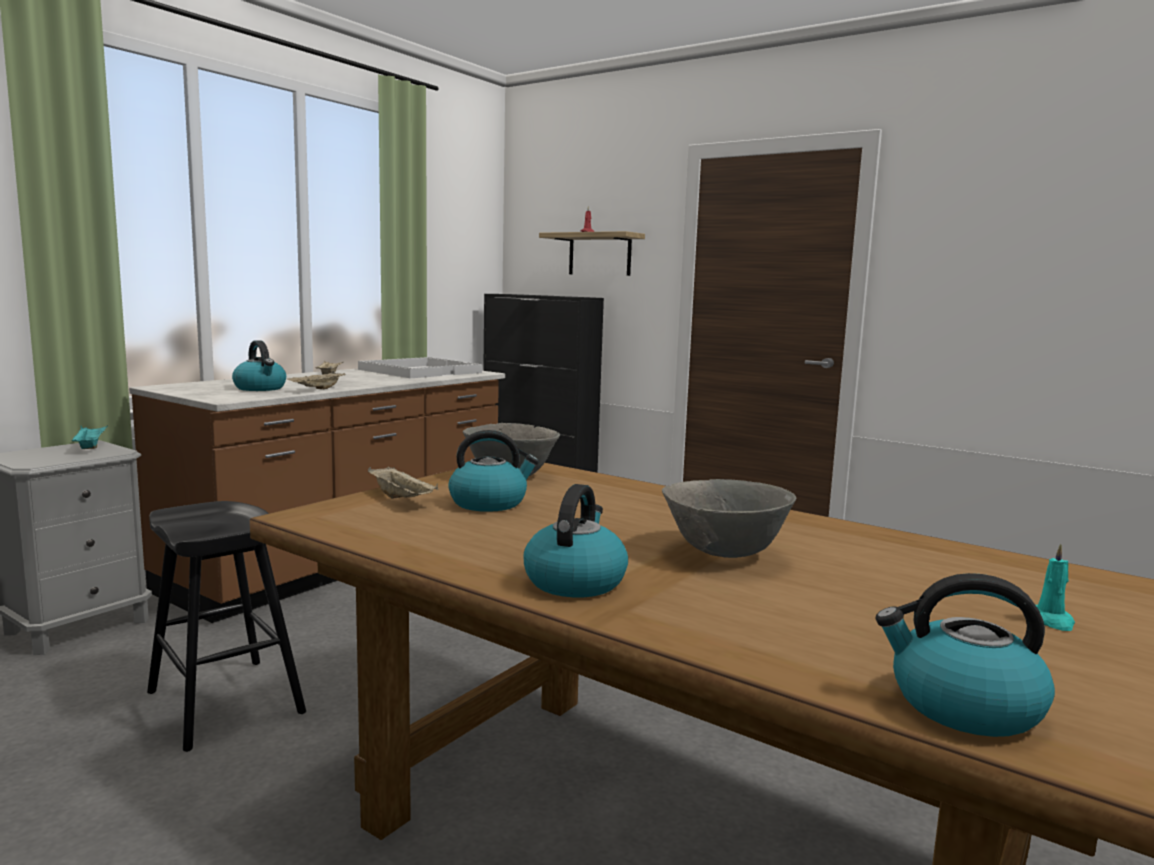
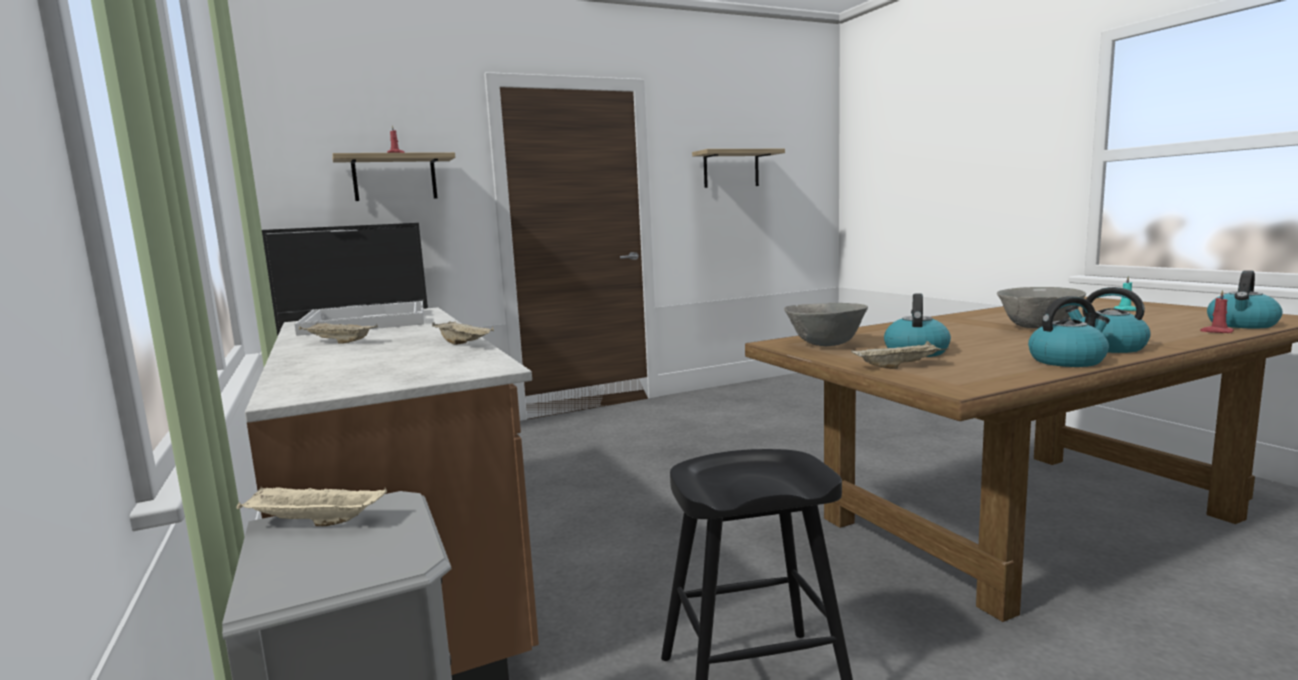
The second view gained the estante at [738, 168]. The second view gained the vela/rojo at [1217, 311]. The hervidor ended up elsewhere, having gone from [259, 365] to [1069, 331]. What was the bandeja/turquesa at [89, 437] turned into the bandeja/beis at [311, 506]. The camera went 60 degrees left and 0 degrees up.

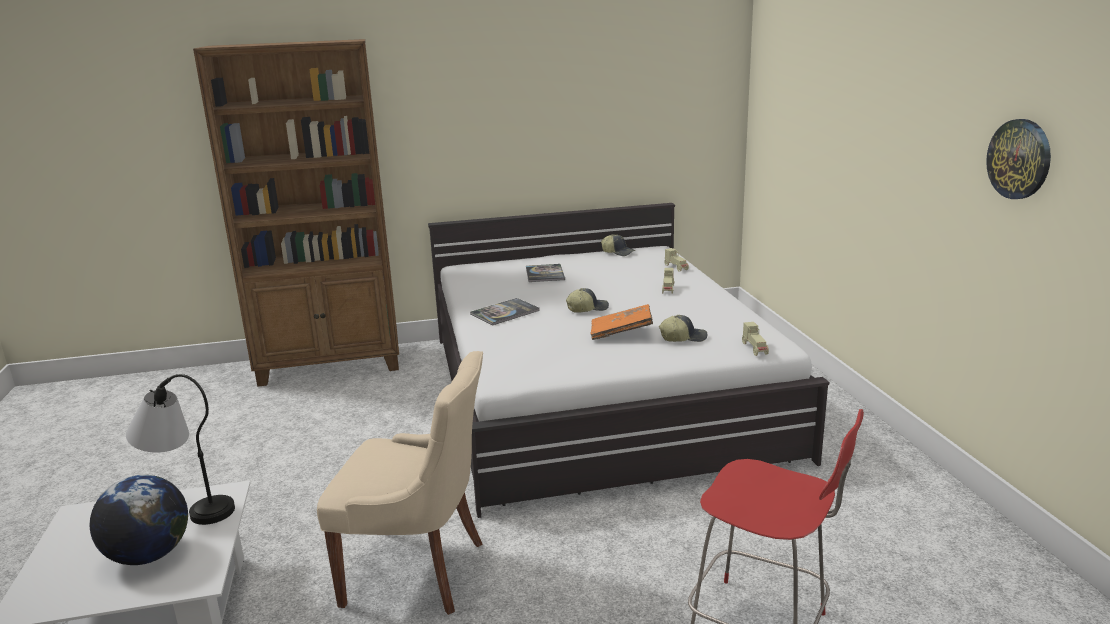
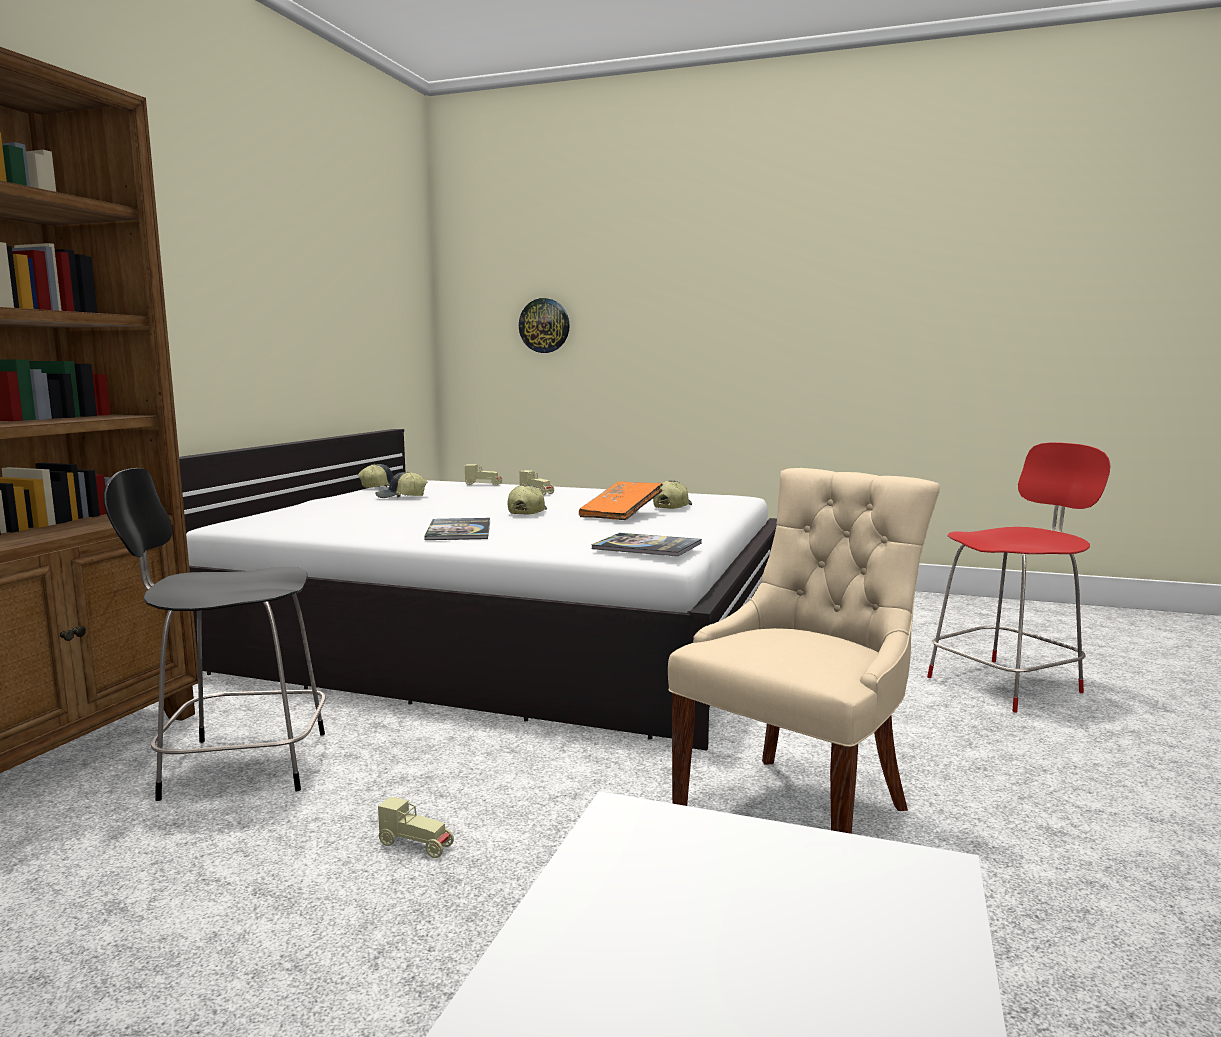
The second view lost the globo terráqueo at [139, 520]. The second view lost the lámpara de mesa at [180, 449]. The second view gained the silla/negro at [214, 634]. The second view gained the gorra at [401, 484]. The libro ended up elsewhere, having gone from [545, 273] to [647, 545]. The coche de juguete/beis ended up elsewhere, having gone from [755, 339] to [416, 827]. The reloj de pared ended up elsewhere, having gone from [1018, 159] to [544, 325]. The camera went 60 degrees left and 10 degrees down.

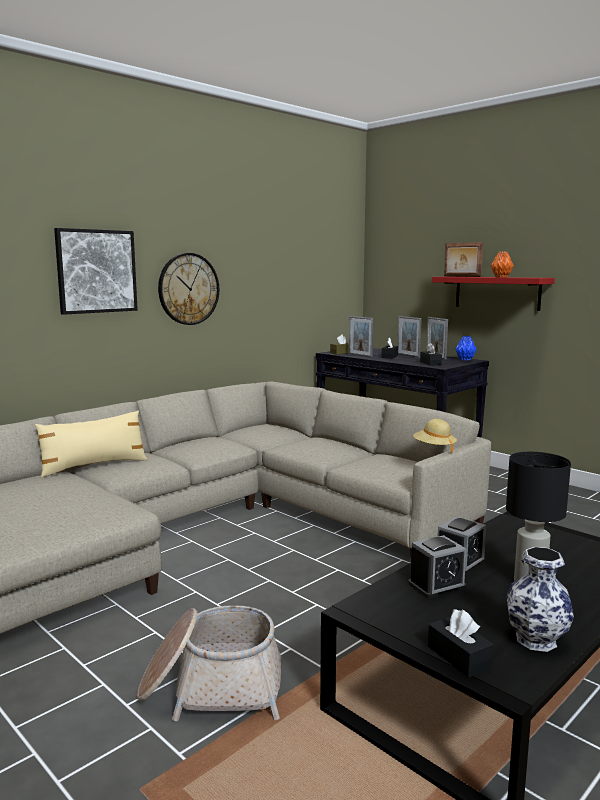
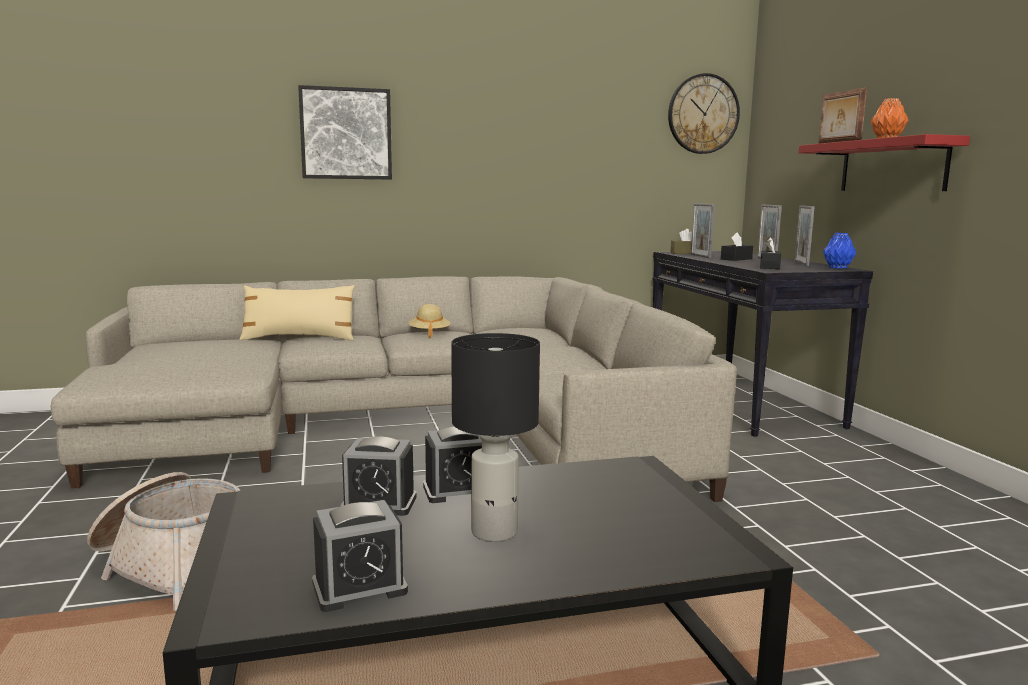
The second view lost the caja de pañuelos/negro at [461, 643]. The reloj de pared ended up elsewhere, having gone from [188, 289] to [704, 113]. The sombrero/beis ended up elsewhere, having gone from [435, 436] to [429, 321]. Where the florero stood at [540, 599], the despertador came to stand at [360, 556]. The camera went 30 degrees right and 0 degrees up.

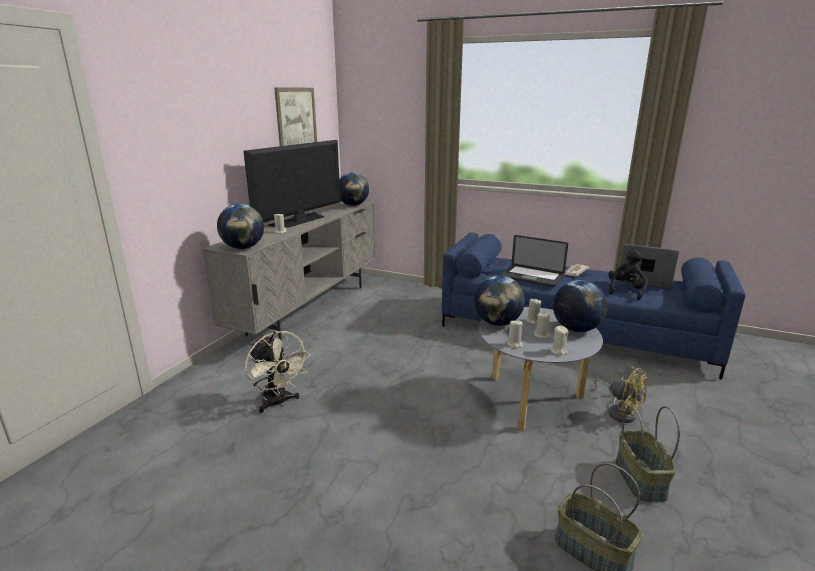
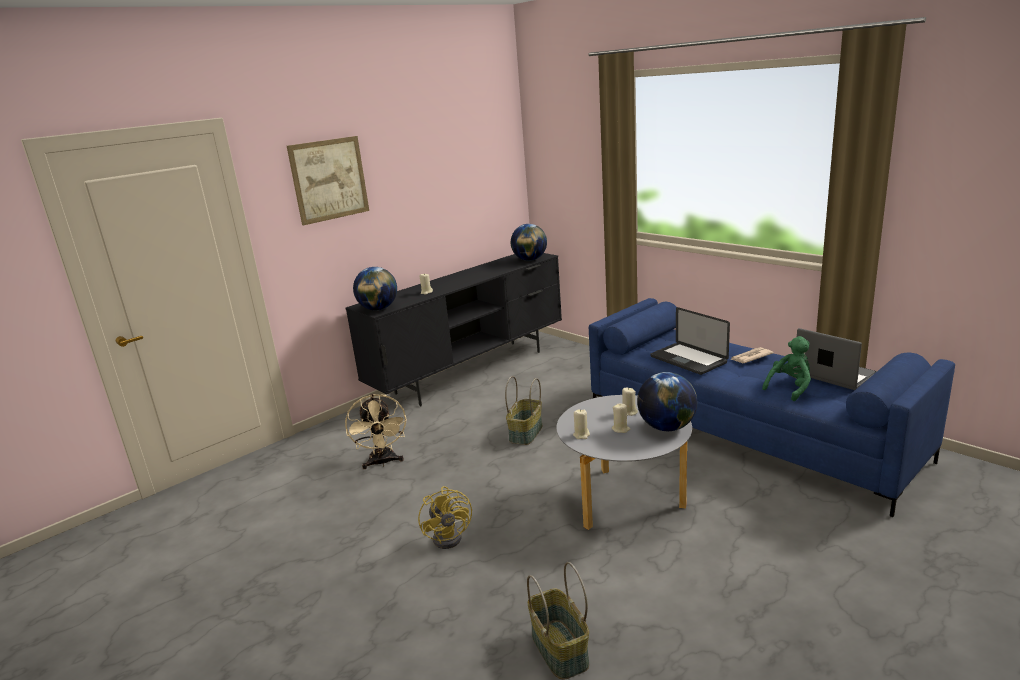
The second view lost the televisor at [292, 183]. The second view lost the globo terráqueo at [499, 300]. The second view lost the vela/beis at [559, 340]. The cuadro ended up elsewhere, having gone from [295, 116] to [328, 180]. The ventilador/amarillo ended up elsewhere, having gone from [621, 394] to [445, 517]. The cesta ended up elsewhere, having gone from [648, 454] to [523, 410]. What was the mueble de televisión/beis at [289, 270] turned into the mueble de televisión/negro at [454, 329]. What was the peluche/negro at [628, 274] turned into the peluche/verde at [786, 368]. The camera went 25 degrees right and 0 degrees up.

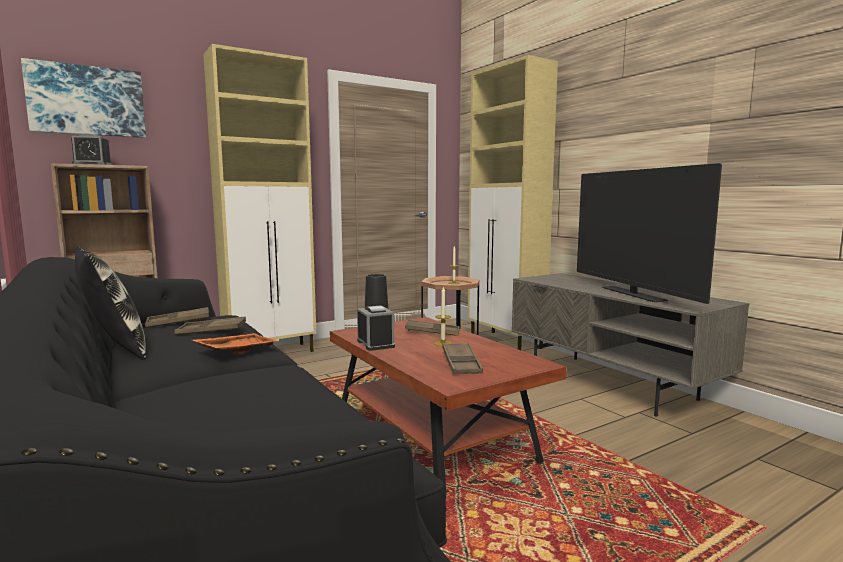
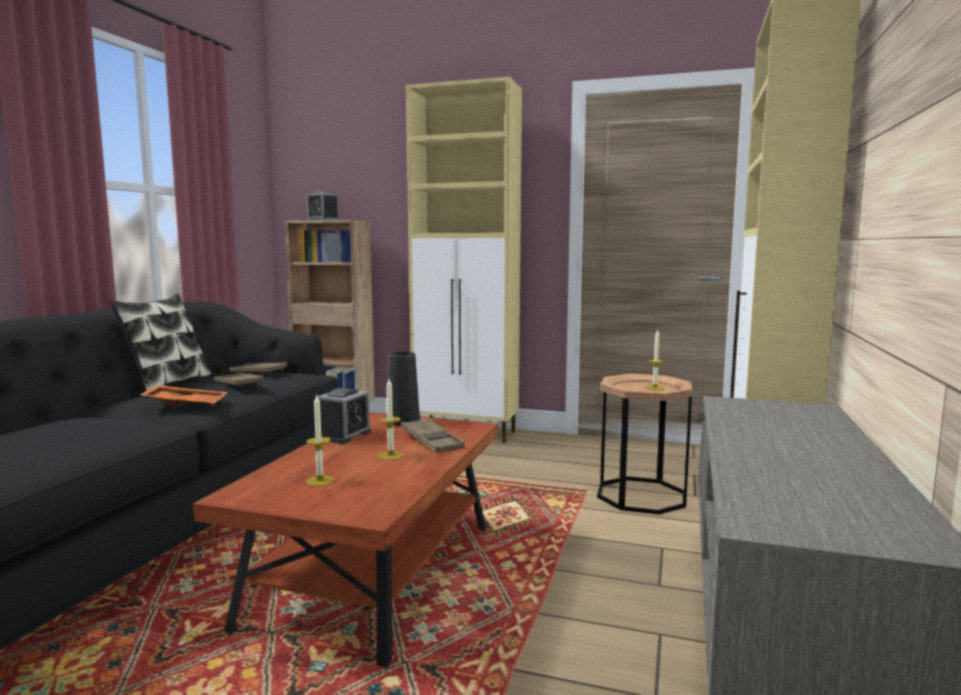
The second view lost the cuadro at [83, 98]. The second view lost the televisor at [649, 233]. Where the bandeja/marrón stood at [462, 358], the vela came to stand at [320, 440]. The camera went 50 degrees right and 0 degrees up.

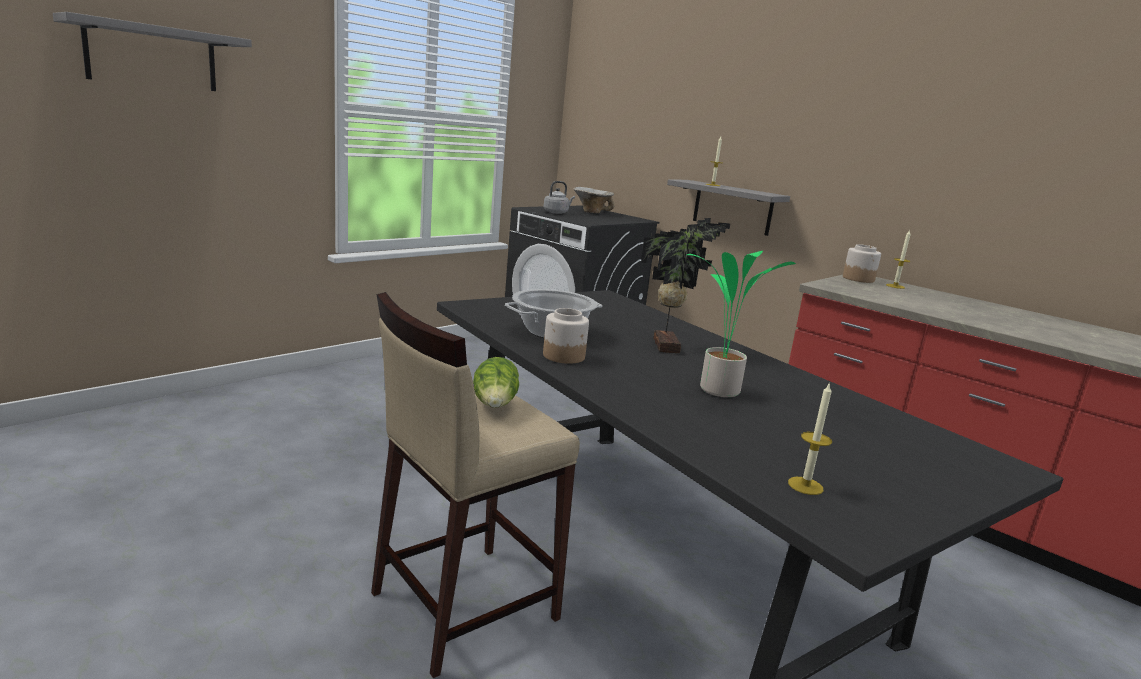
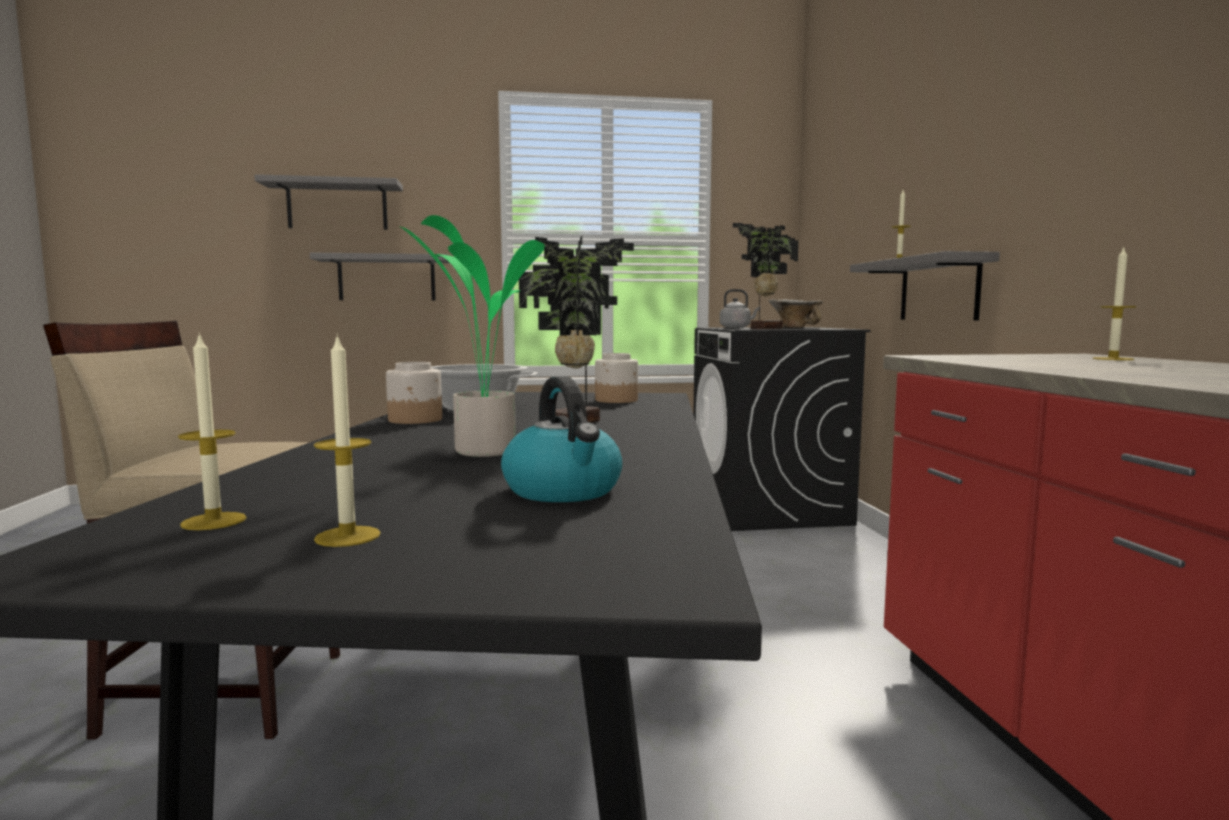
The second view lost the lechuga at [496, 382]. The second view gained the estante/gris at [380, 276]. The second view gained the vela at [347, 440]. The second view gained the hervidor at [561, 439]. The second view gained the planta en maceta at [766, 276]. The tarro ended up elsewhere, having gone from [862, 263] to [616, 378]. The camera went 40 degrees right and 10 degrees down.

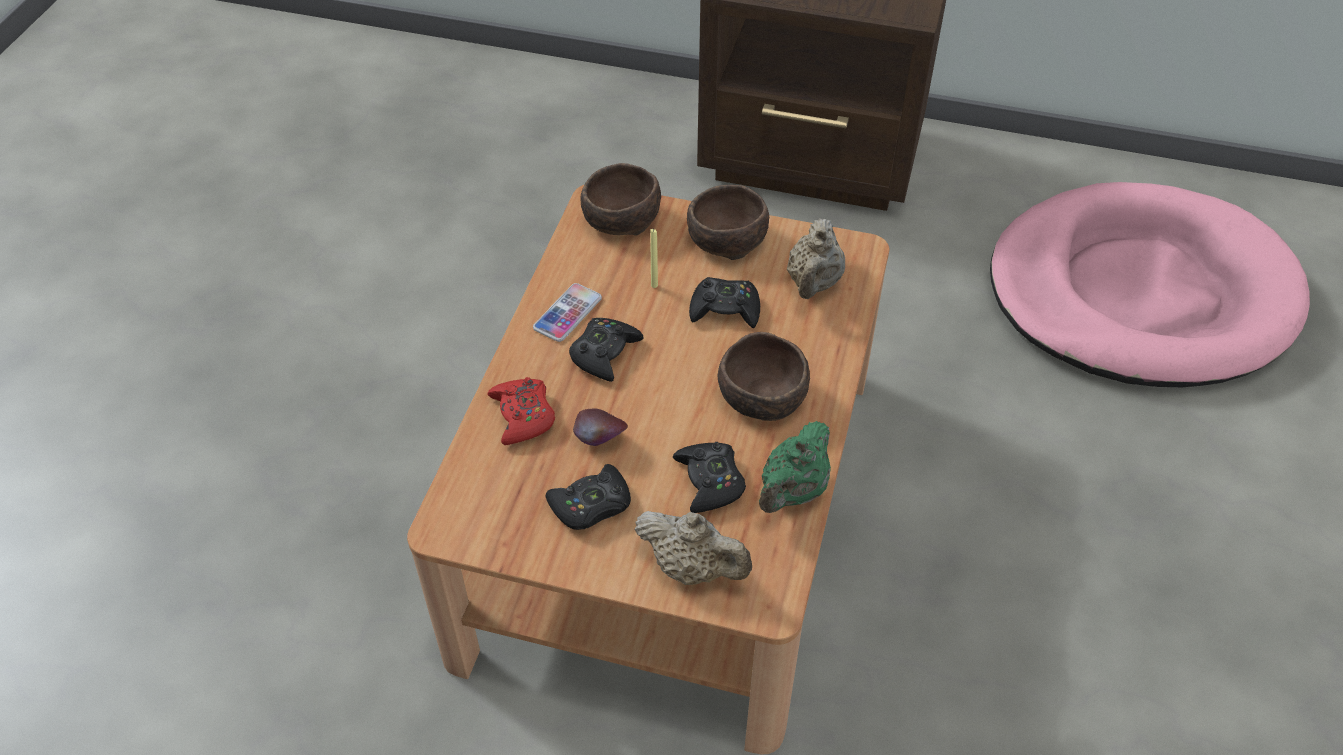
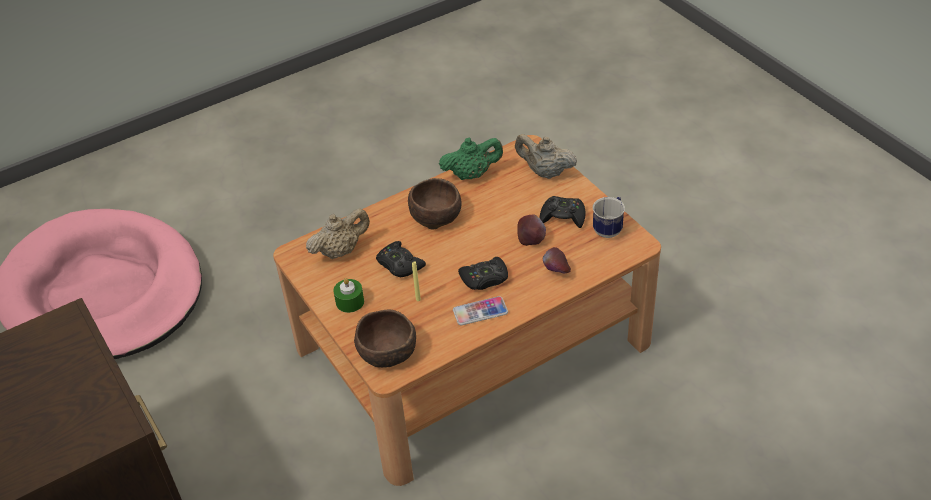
The second view lost the mando de consola/negro at [709, 477]. The second view gained the taza grande at [609, 217]. Where the mando de consola/rojo stood at [521, 411], the manzana came to stand at [557, 260]. Where the cuenco/marrón stood at [728, 222], the vela/verde came to stand at [348, 295]. The tetera/beis at [693, 548] ended up facing another way, 45 degrees counterclockwise from before. The camera went 135 degrees left and 5 degrees down.

